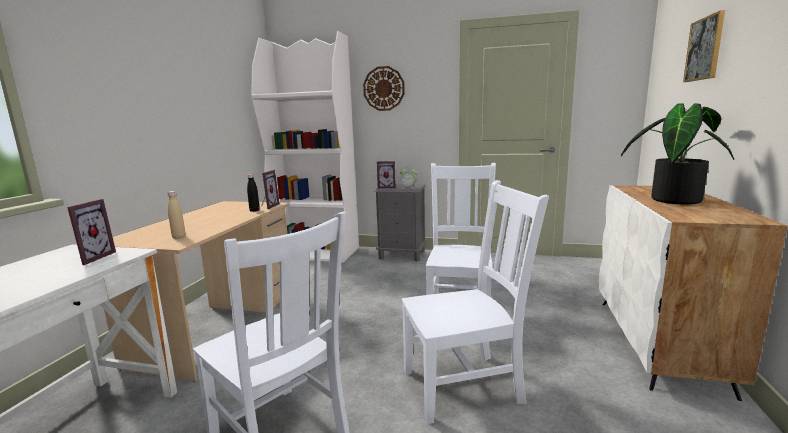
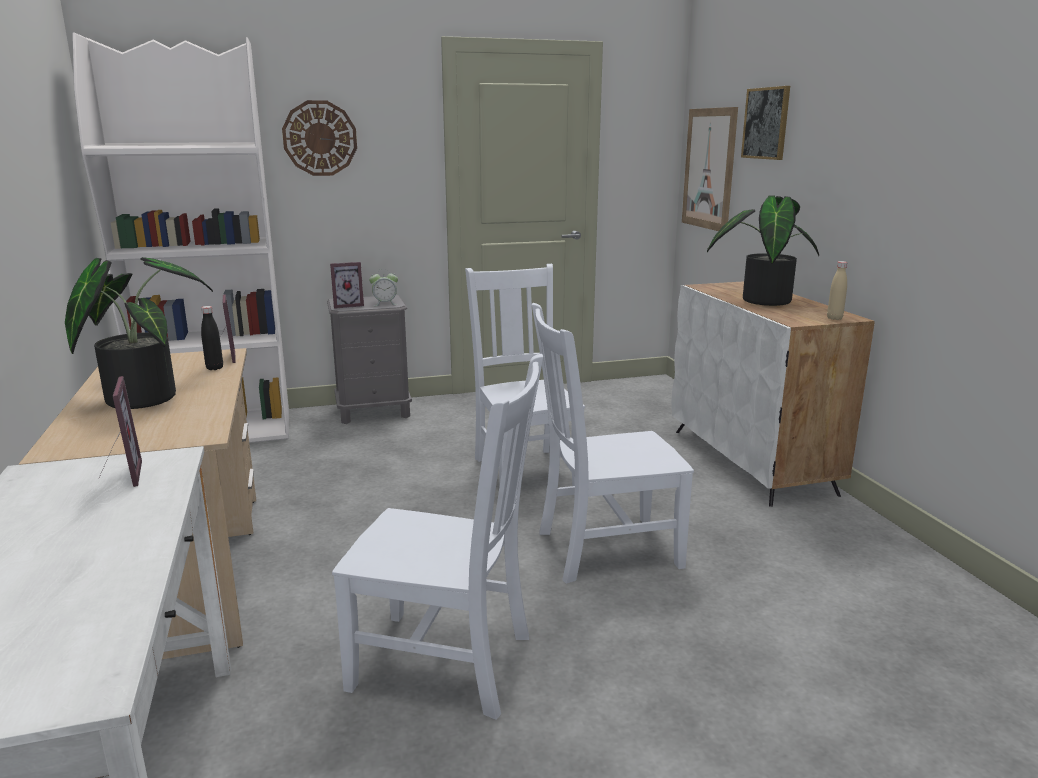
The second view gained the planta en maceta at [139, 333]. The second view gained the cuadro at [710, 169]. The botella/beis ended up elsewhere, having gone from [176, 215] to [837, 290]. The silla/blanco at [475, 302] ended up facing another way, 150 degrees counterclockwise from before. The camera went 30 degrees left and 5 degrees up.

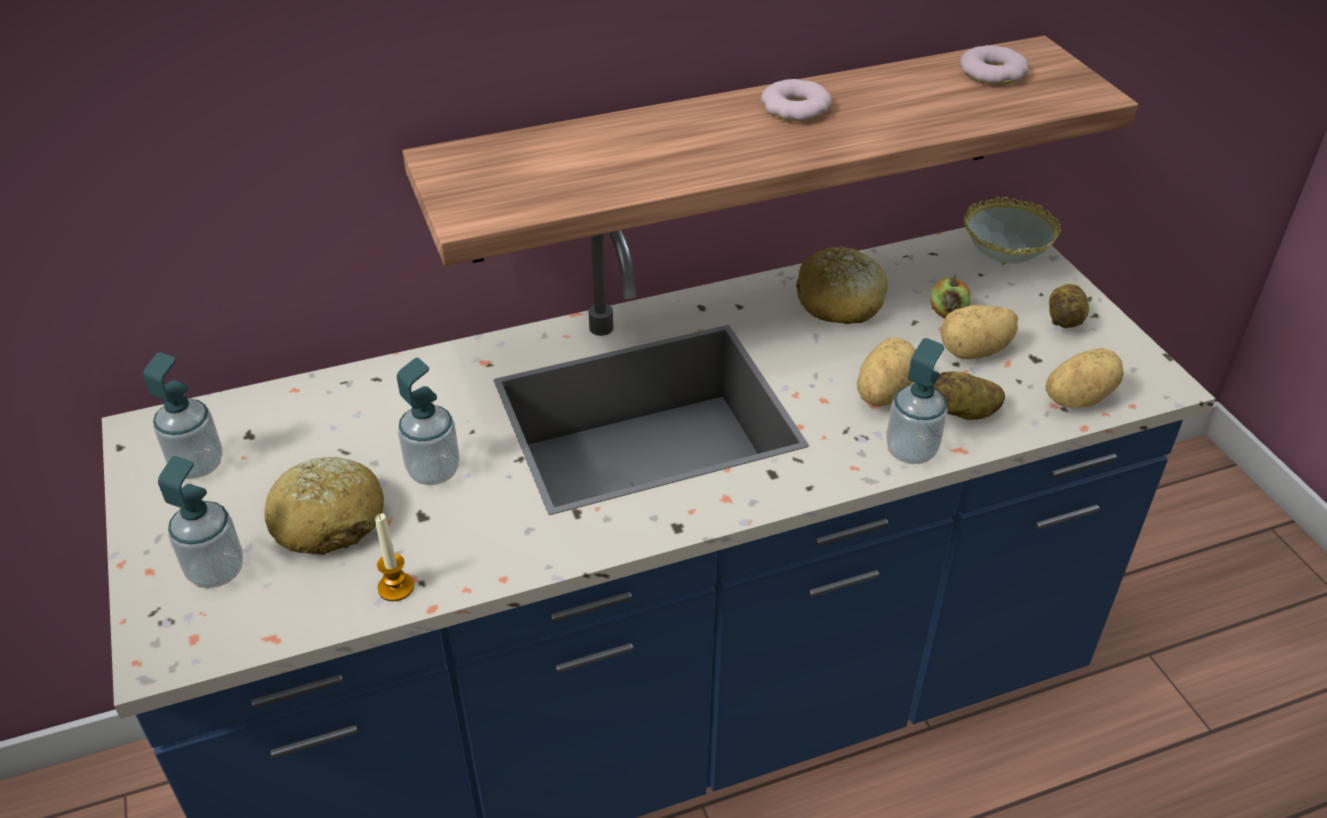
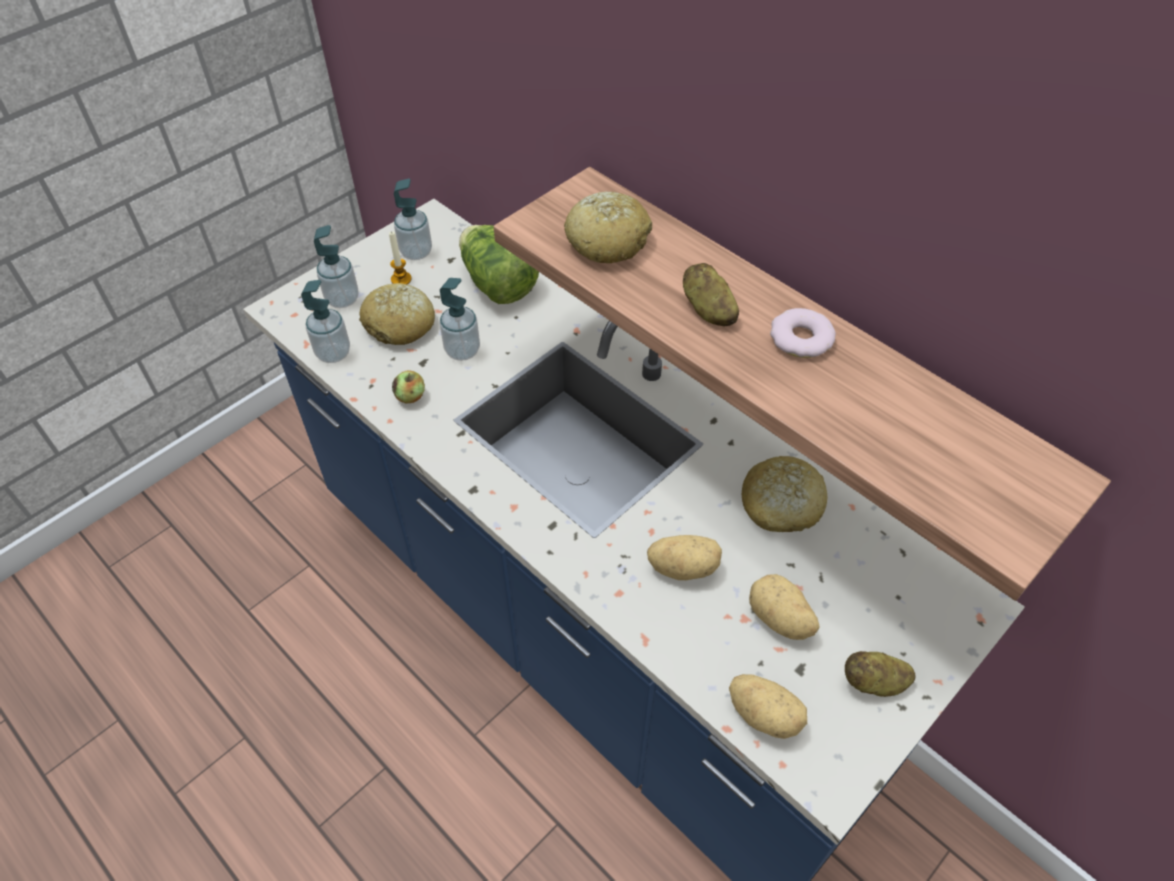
The second view lost the rosquilla at [994, 65]. The second view lost the cuenco at [1012, 230]. The second view gained the lechuga at [499, 264]. The second view gained the pan at [608, 227]. The vela ended up elsewhere, having gone from [394, 557] to [400, 257]. The dispensador de jabón ended up elsewhere, having gone from [916, 401] to [325, 321]. The manzana ended up elsewhere, having gone from [951, 296] to [408, 387]. The patata ended up elsewhere, having gone from [969, 396] to [711, 294]. The camera went 65 degrees right and 10 degrees up.

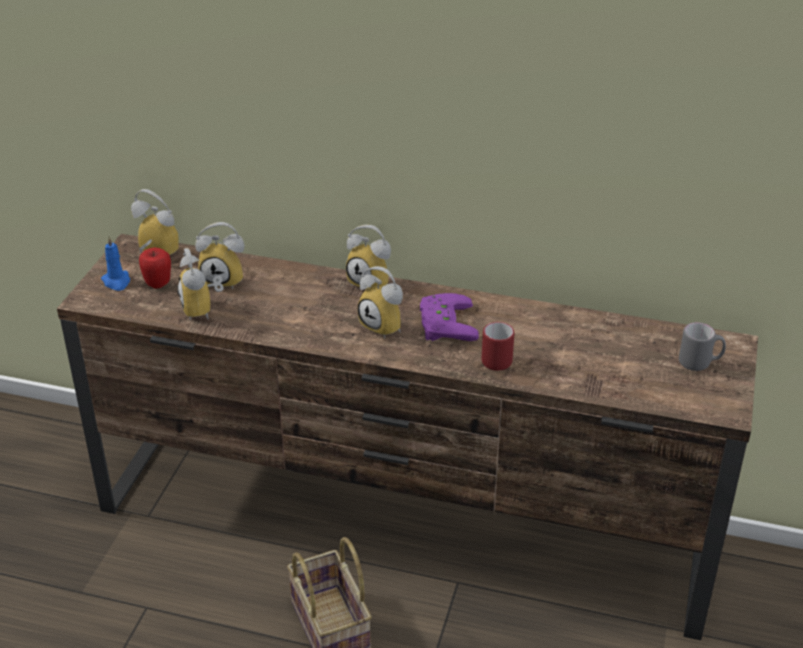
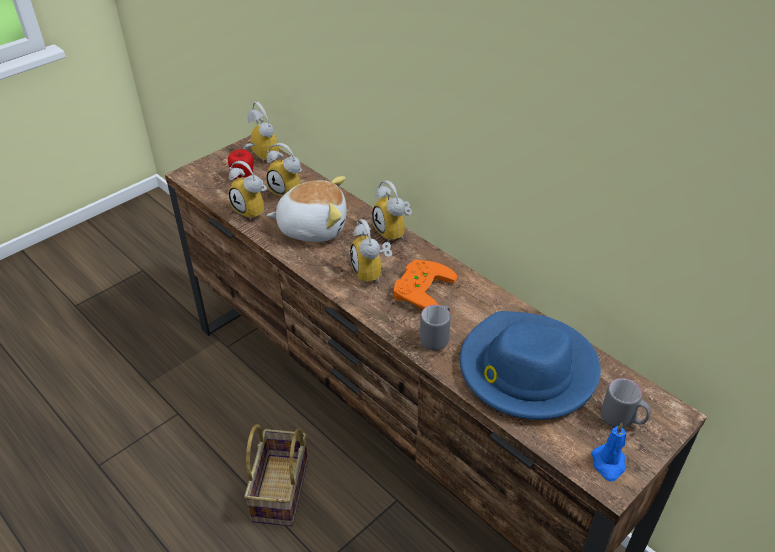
The second view gained the peluche at [307, 209]. The second view gained the sombrero/azul at [530, 365]. The vela/azul ended up elsewhere, having gone from [115, 263] to [608, 452]. What was the mando de consola/morado at [449, 317] turned into the mando de consola/naranja at [425, 285]. What was the taza grande/rojo at [497, 346] turned into the taza grande/gris at [435, 328]. The despertador at [200, 284] ended up facing another way, 60 degrees counterclockwise from before. The camera went 30 degrees right and 5 degrees up.

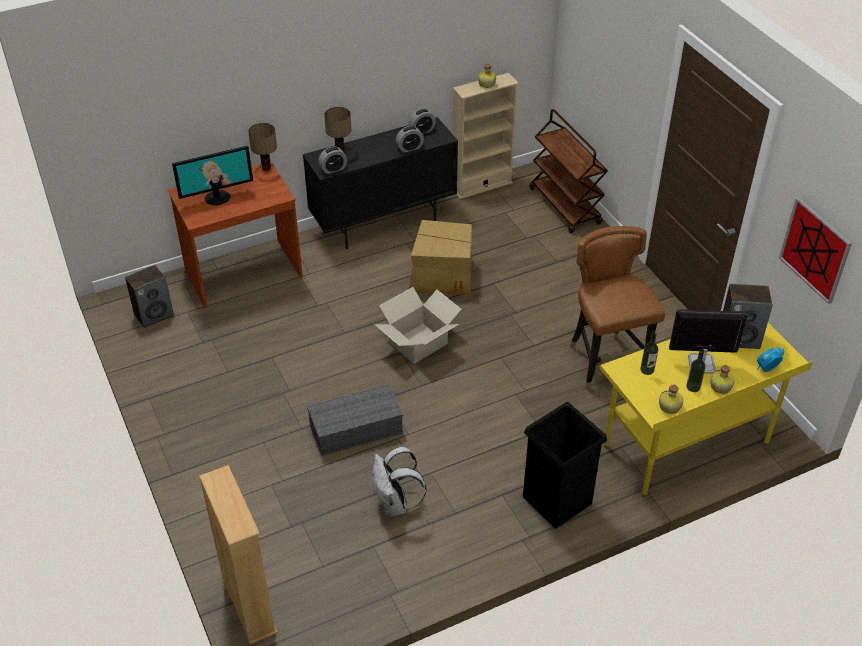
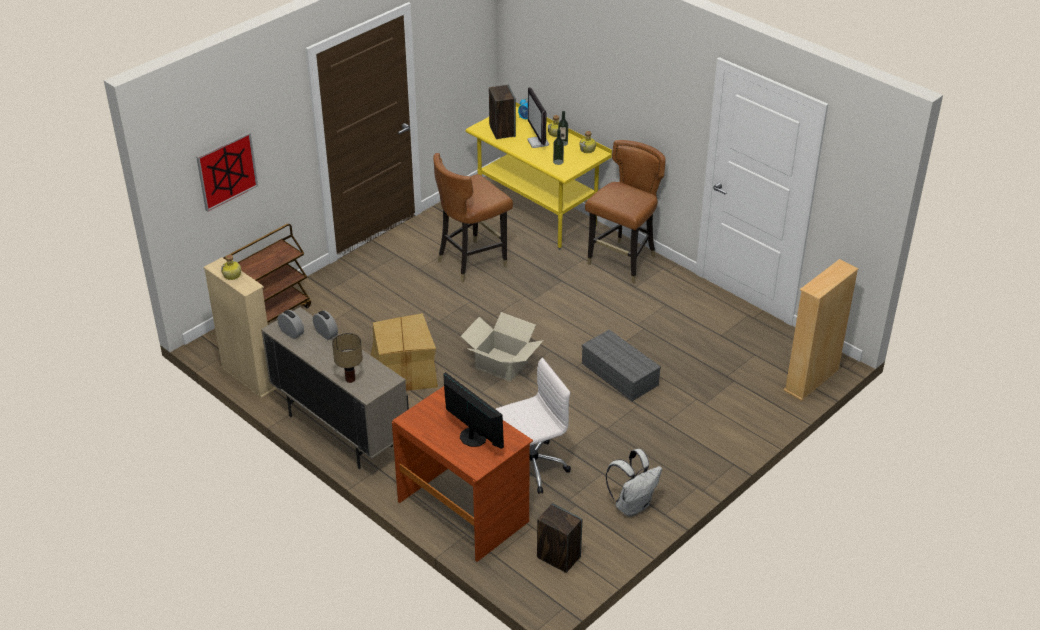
The second view lost the lámpara de mesa at [262, 147]. The second view lost the despertador at [332, 160]. The second view gained the silla de oficina/blanco at [533, 426]. The mochila/blanco ended up elsewhere, having gone from [399, 482] to [633, 482]. The cuadro ended up elsewhere, having gone from [815, 250] to [227, 172]. Where the papelera/negro stood at [565, 465], the silla/marrón came to stand at [625, 211]. What was the armario/negro at [380, 183] turned into the armario/beis at [335, 388]. The camera went 110 degrees left and 5 degrees down.

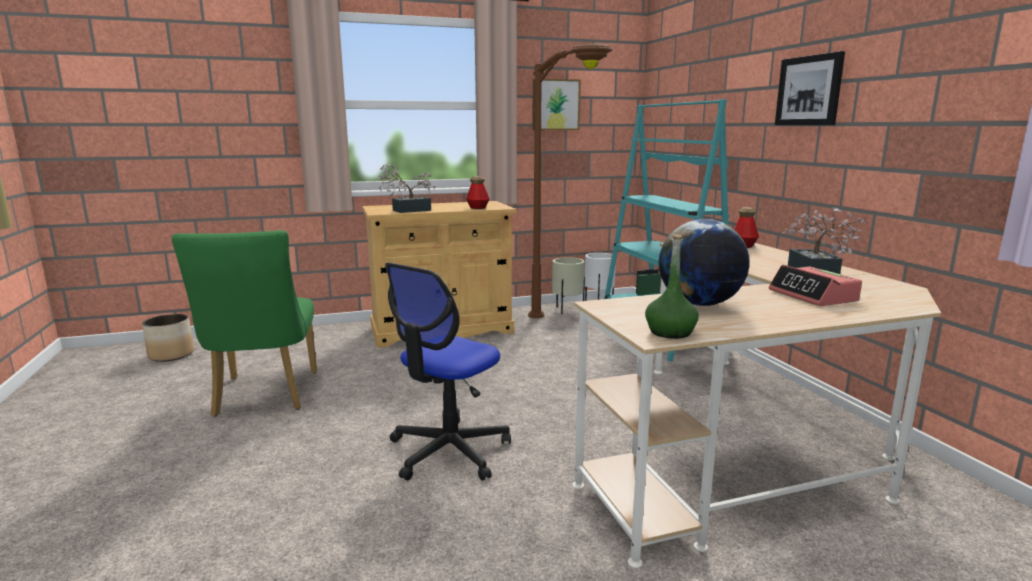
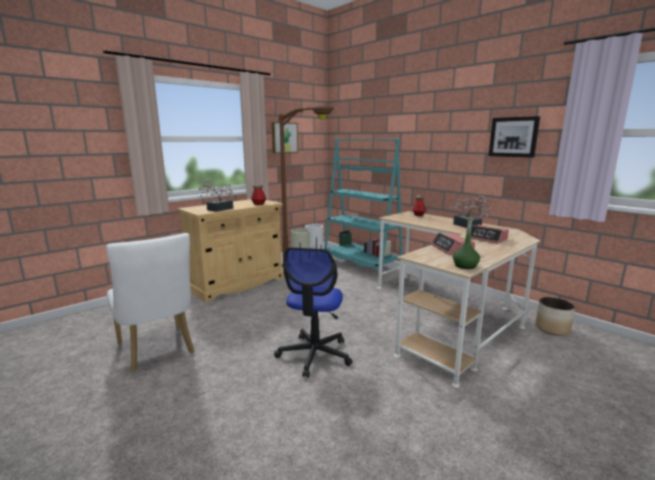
The maceta ended up elsewhere, having gone from [168, 338] to [555, 316]. The cuadro ended up elsewhere, having gone from [810, 88] to [514, 137]. Where the globo terráqueo stood at [704, 262], the despertador came to stand at [453, 243]. What was the silla/verde at [244, 323] turned into the silla/blanco at [150, 302]. The camera went 25 degrees left and 0 degrees up.

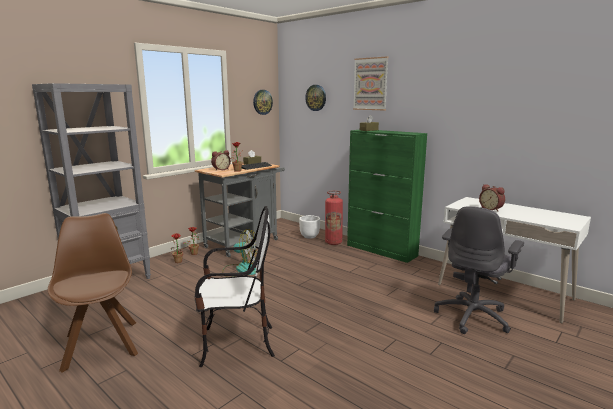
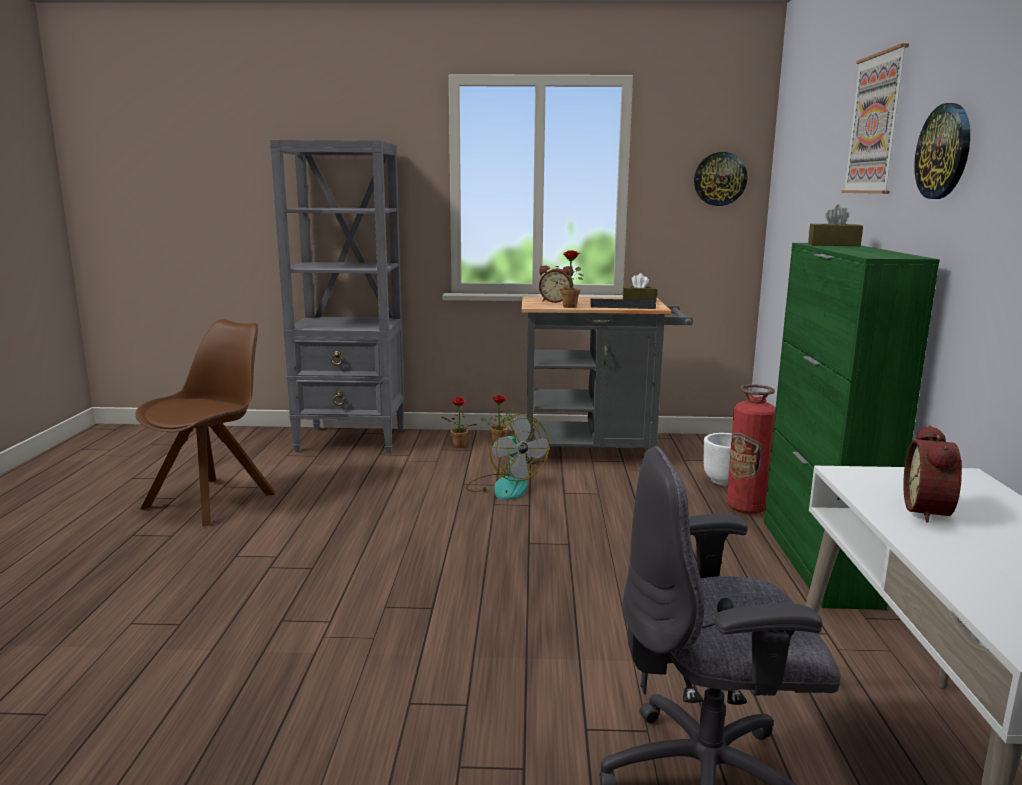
The second view lost the silla at [235, 286]. The reloj de pared ended up elsewhere, having gone from [315, 98] to [942, 151]. The camera went 50 degrees right and 0 degrees up.

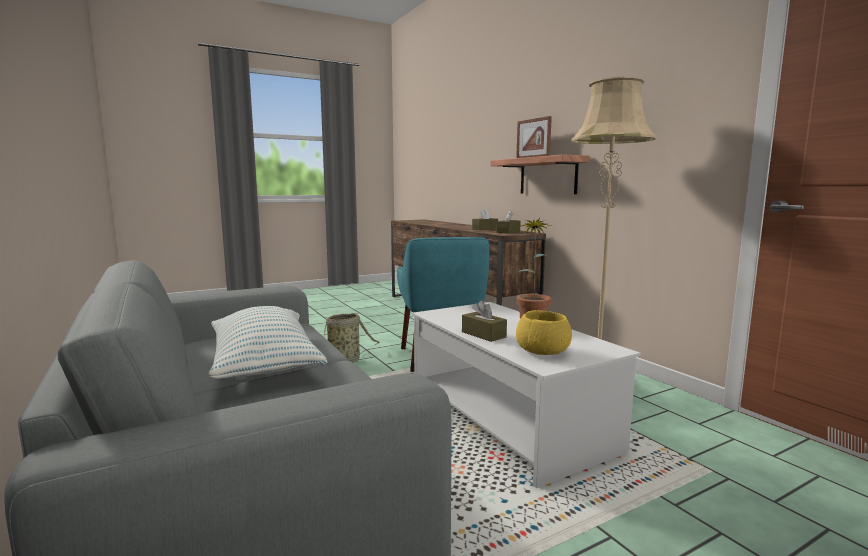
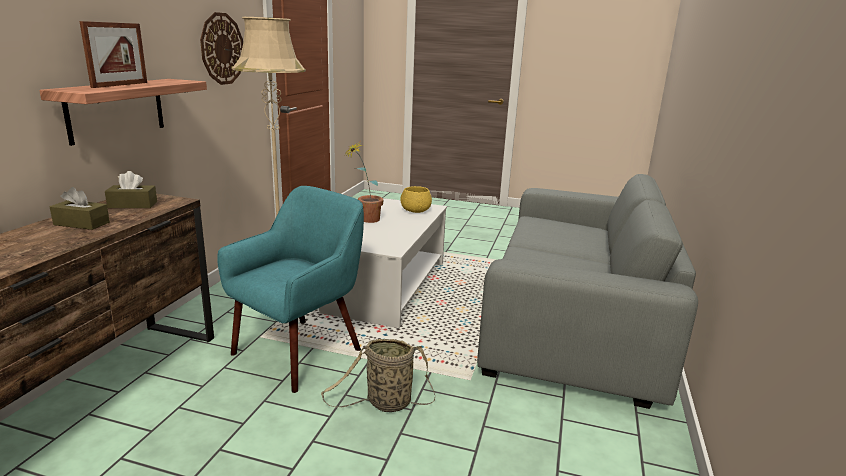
The second view lost the cojín at [267, 342]. The second view lost the caja de pañuelos/marrón at [484, 321]. The second view gained the reloj de pared at [221, 48]. The camera went 135 degrees left and 10 degrees up.

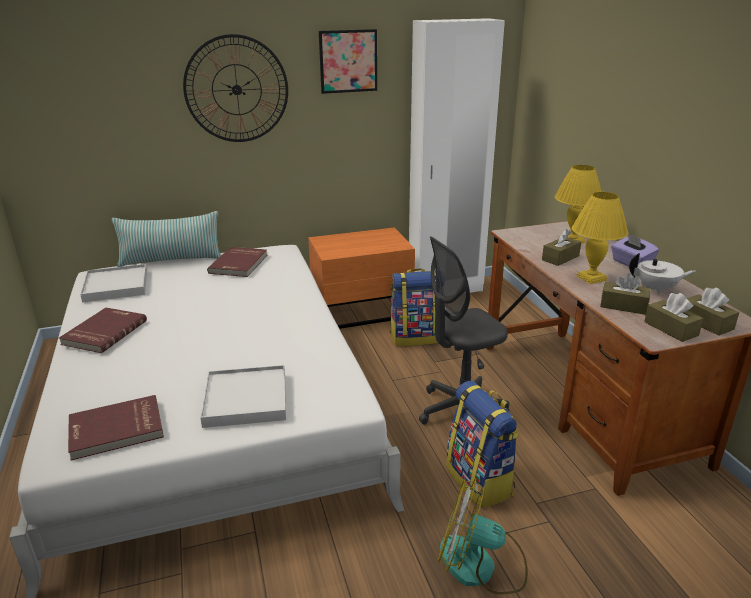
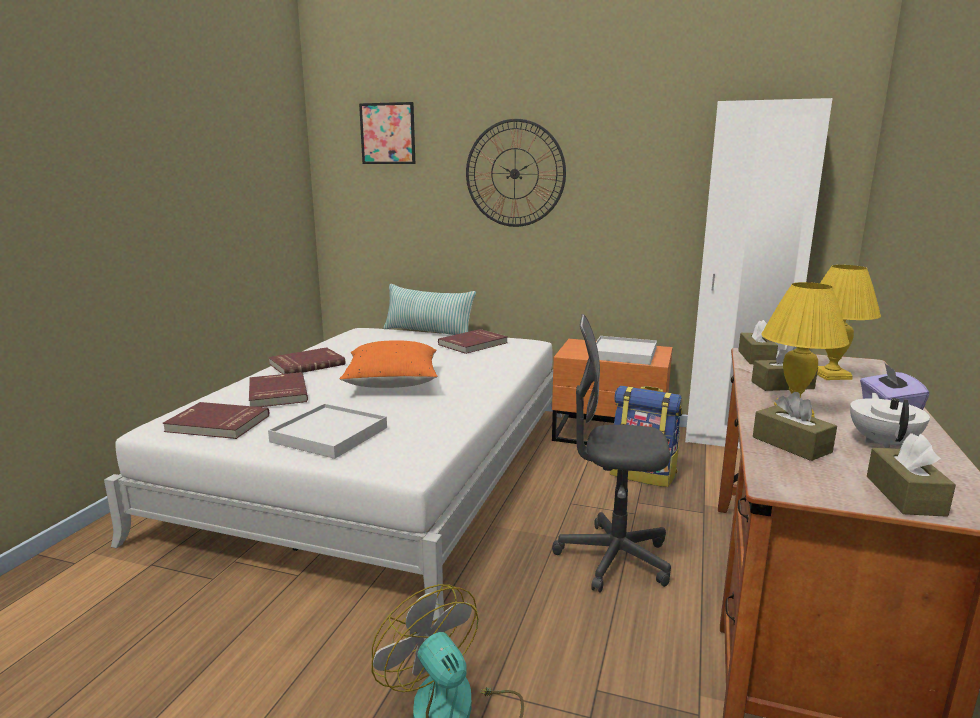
The second view lost the mochila at [482, 444]. The second view gained the libro/rojo at [278, 389]. The second view gained the cojín/naranja at [388, 364]. The bandeja/blanco ended up elsewhere, having gone from [113, 283] to [626, 350]. The cuadro ended up elsewhere, having gone from [348, 61] to [387, 133]. The caja de pañuelos/marrón ended up elsewhere, having gone from [673, 317] to [758, 342]. The tetera/blanco at [662, 273] ended up facing another way, 120 degrees counterclockwise from before. The camera went 35 degrees right and 10 degrees down.

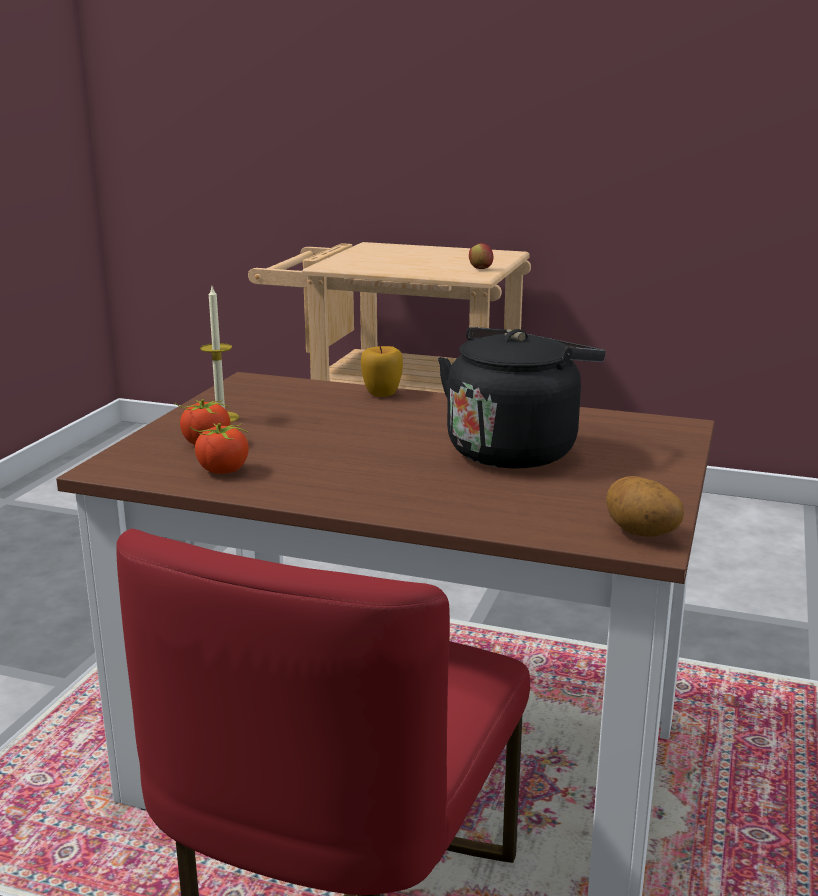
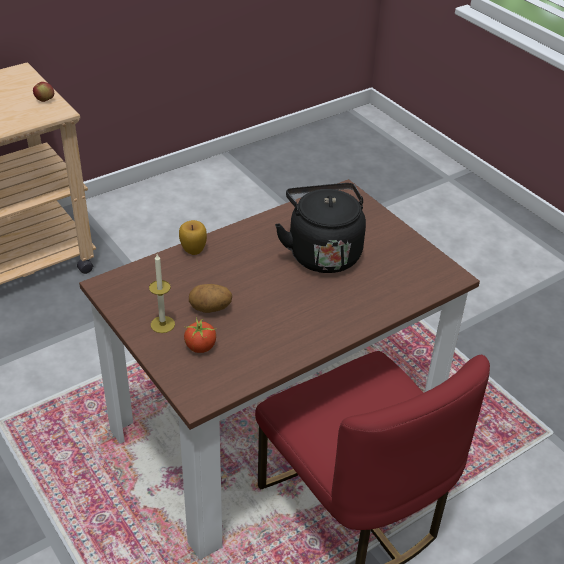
The second view lost the tomate at [219, 448]. The patata ended up elsewhere, having gone from [645, 506] to [210, 298]. The camera went 55 degrees left and 20 degrees up.

